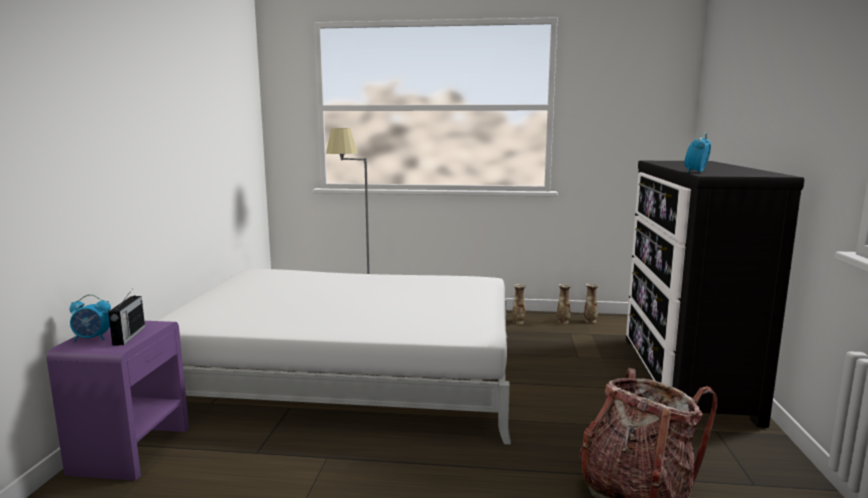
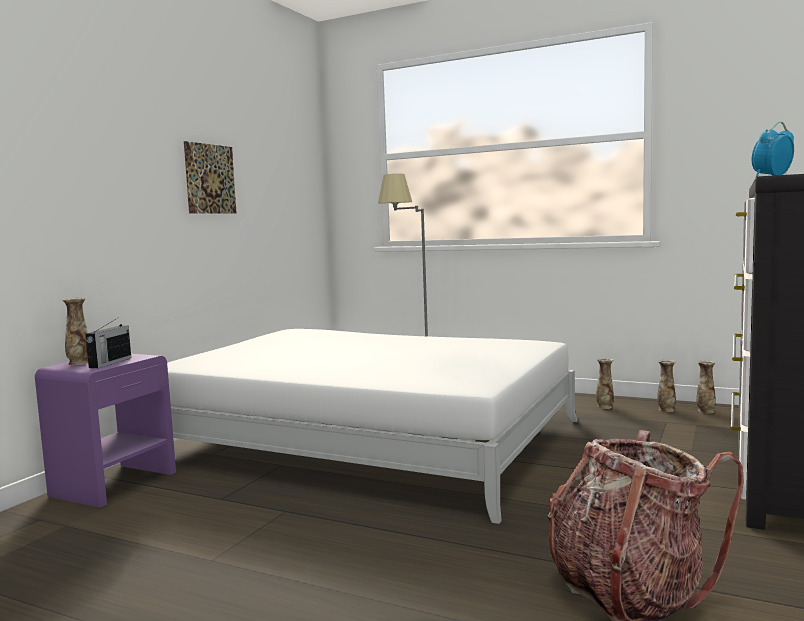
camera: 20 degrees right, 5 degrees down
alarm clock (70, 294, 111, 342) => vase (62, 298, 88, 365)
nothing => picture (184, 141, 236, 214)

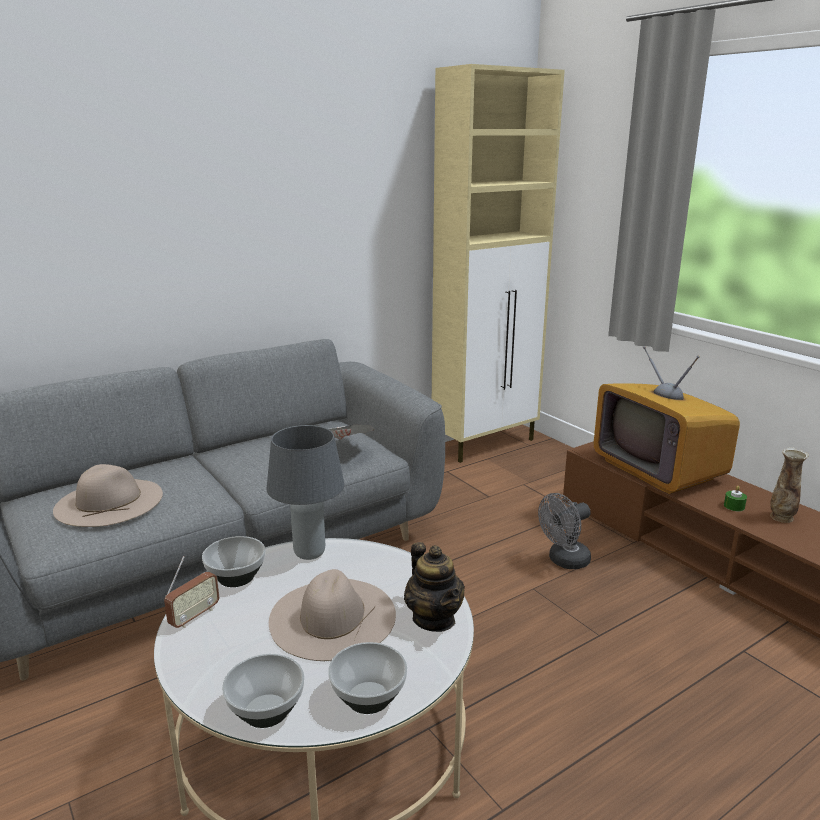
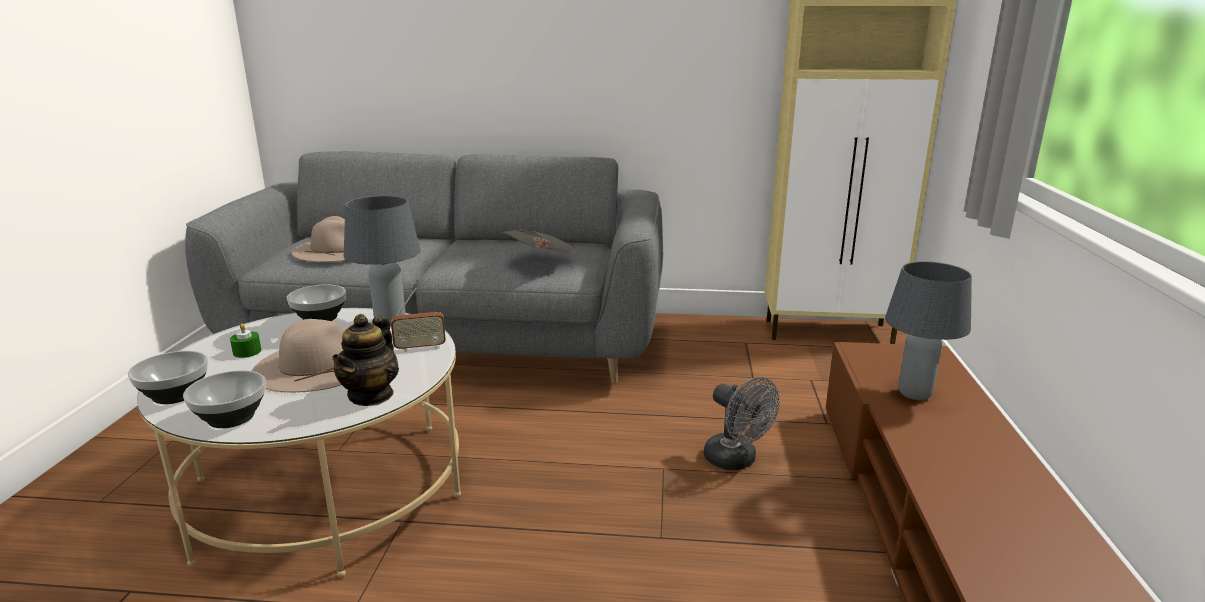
camera: 40 degrees right, 0 degrees up
television (594, 346, 740, 494) => grey table lamp (885, 261, 972, 400)
vase (770, 447, 809, 523) => nothing
green candle (724, 486, 747, 511) => green candle (230, 323, 261, 358), moved
grey fan (538, 493, 591, 569) => grey fan (704, 377, 779, 470), 135 degrees counterclockwise
radio (164, 556, 220, 628) => radio (391, 288, 446, 352), moved

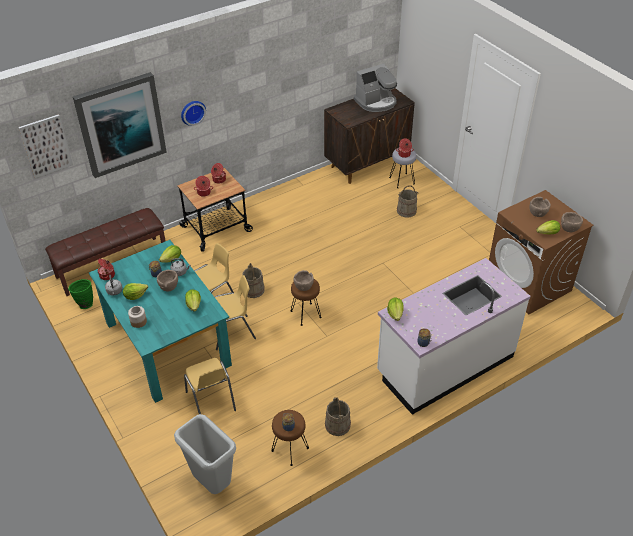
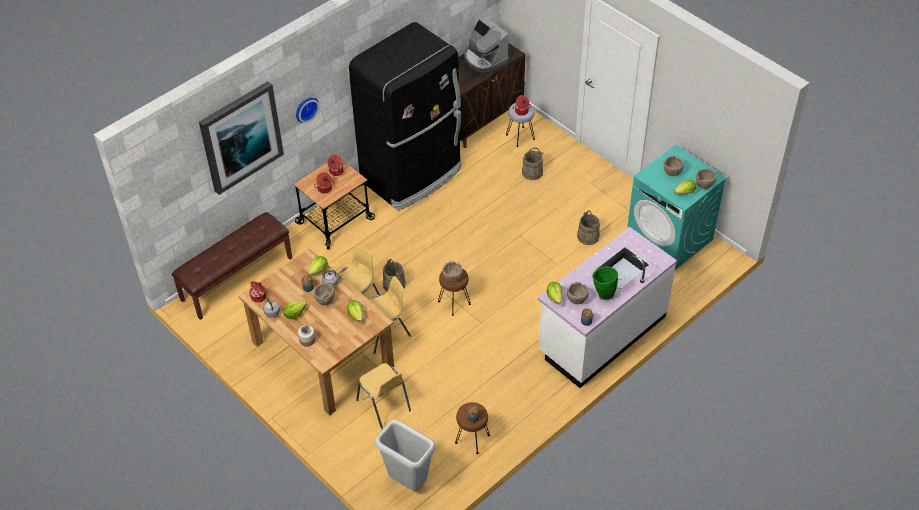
camera: 10 degrees left, 5 degrees up
coffee machine (354, 64, 397, 112) => coffee machine (464, 17, 508, 72), 90 degrees clockwise
picture (19, 114, 73, 178) => nothing
brown washing machine (489, 190, 593, 315) => turquoise washing machine (627, 144, 727, 270)
turquoise dining table (89, 240, 232, 403) => brown dining table (238, 249, 394, 416)
green vase (68, 279, 93, 309) => green vase (592, 267, 618, 300), moved
beige bucket (325, 397, 351, 436) => beige bucket (577, 210, 600, 245), moved
nothing => black fridge (349, 22, 462, 211)
nothing => brown bowl (567, 282, 589, 304)

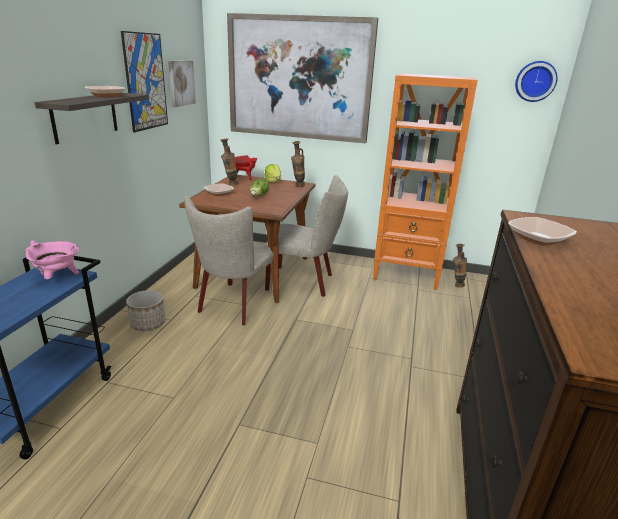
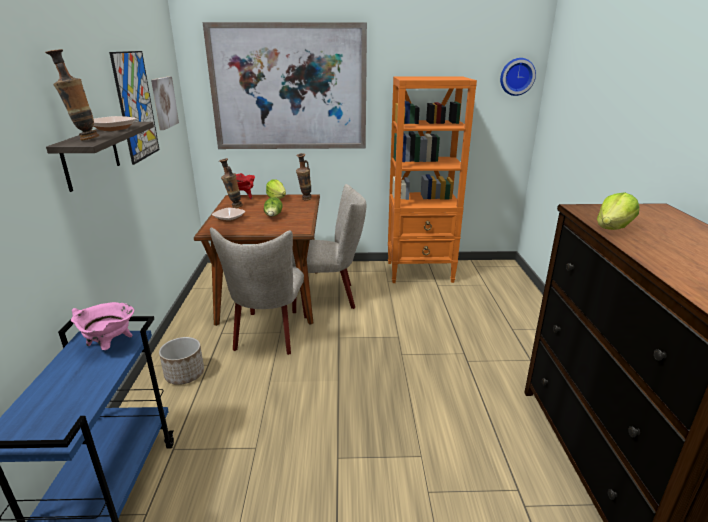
camera: 15 degrees left, 0 degrees up
bowl (508, 217, 577, 246) => lettuce (597, 193, 639, 230)
vase (453, 244, 467, 288) => vase (45, 49, 99, 140), moved

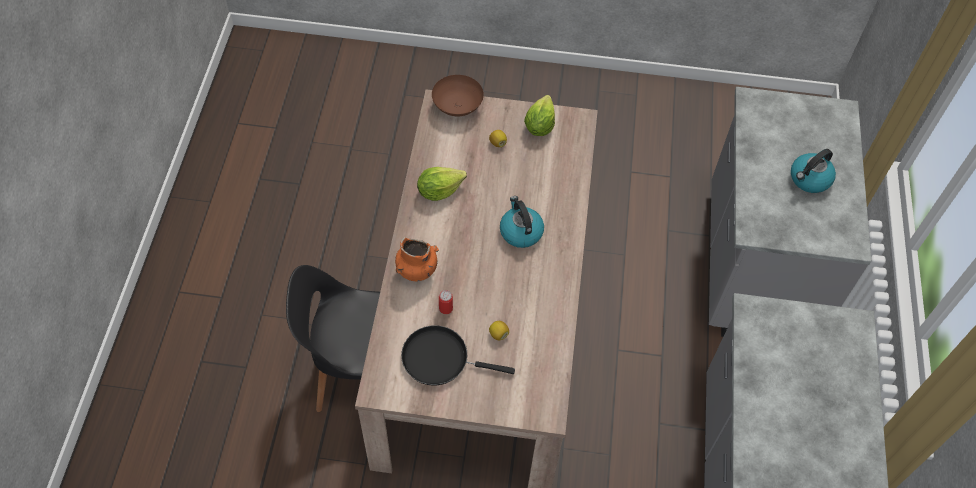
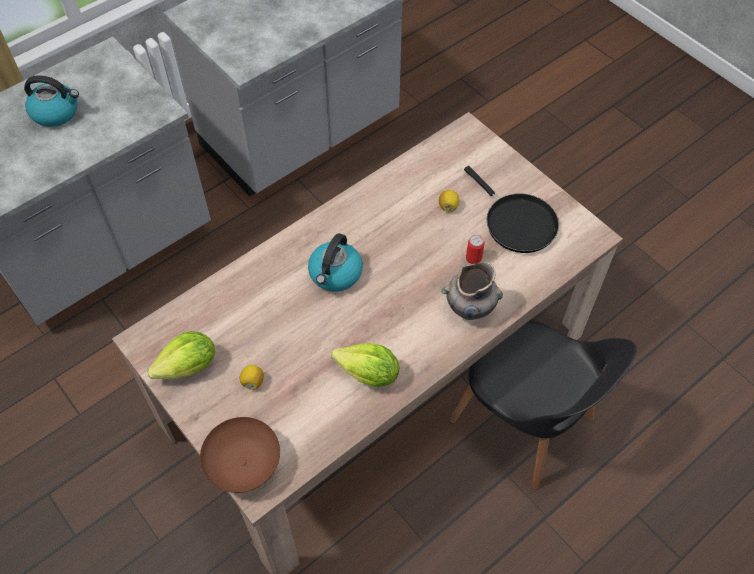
camera: 135 degrees left, 0 degrees up
orange vase (395, 237, 439, 281) => grey vase (441, 262, 503, 320)

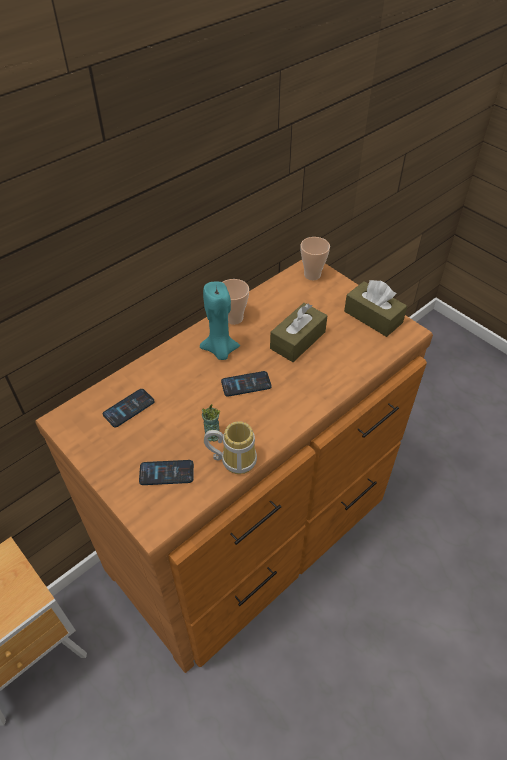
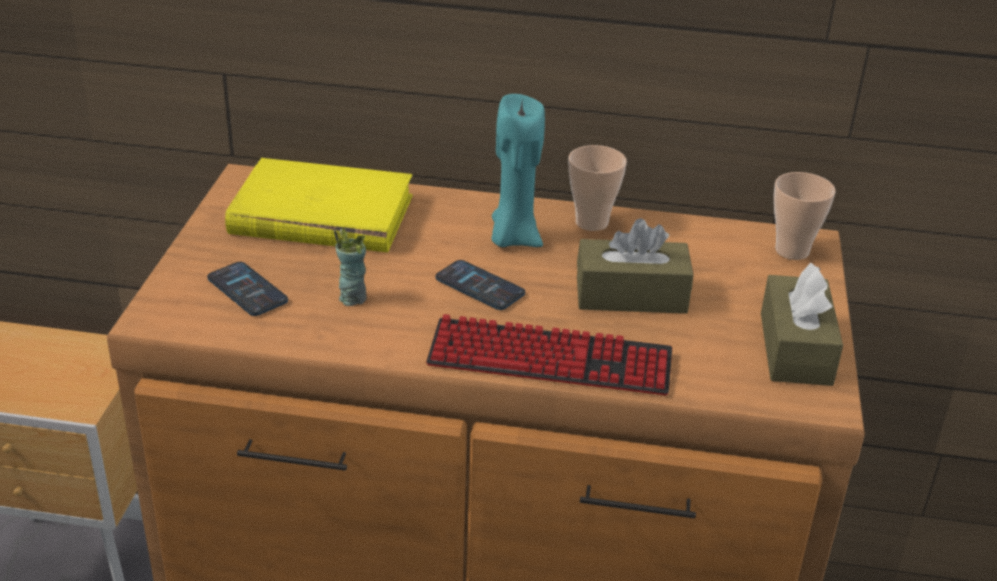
camera: 50 degrees right, 15 degrees down
phone (103, 389, 155, 427) => yellow book (225, 158, 412, 253)
mug (204, 421, 257, 474) => nothing
nothing => keyboard (426, 314, 672, 395)

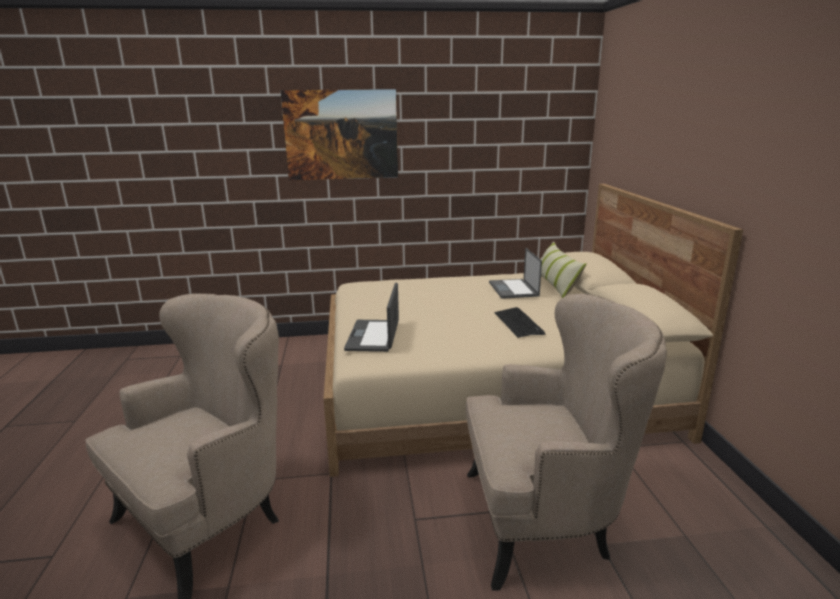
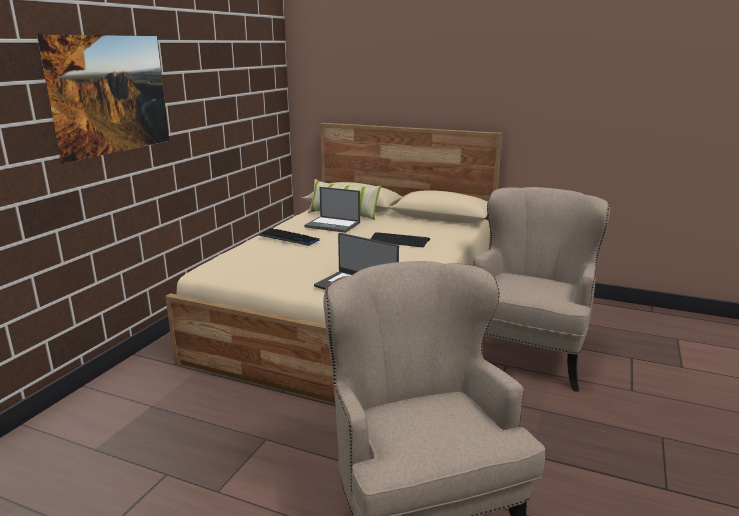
camera: 60 degrees left, 0 degrees up
nothing => keyboard (259, 228, 319, 246)

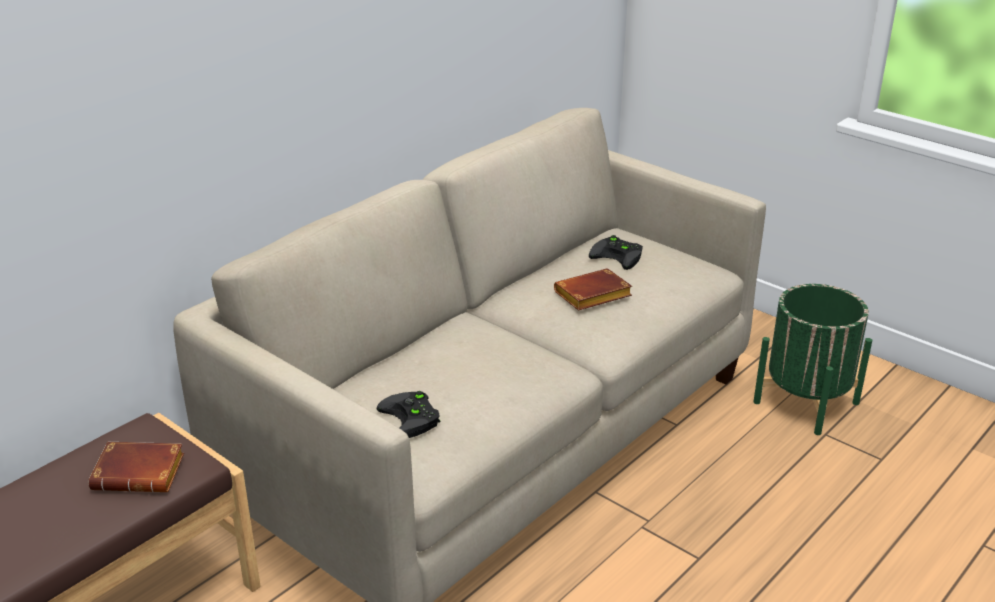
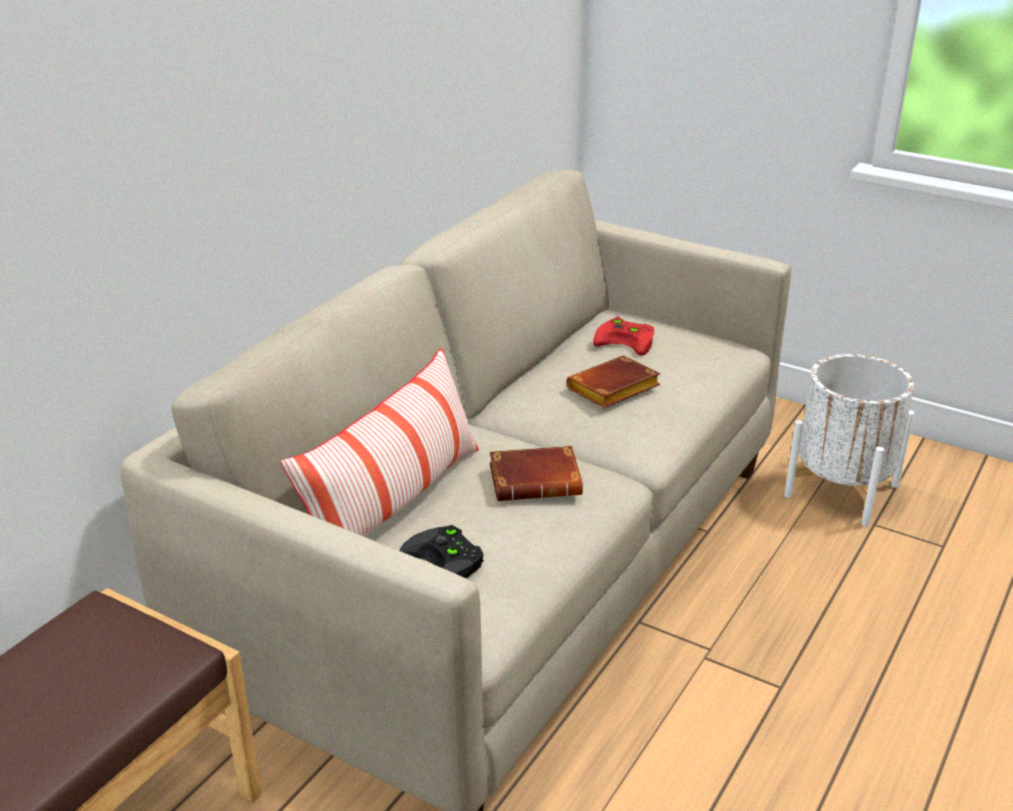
camera: 10 degrees left, 0 degrees up
black game controller (589, 235, 643, 270) => red game controller (593, 317, 654, 356)
green planter (753, 284, 872, 435) => white planter (784, 354, 914, 527)
brown book (89, 442, 184, 493) => brown book (490, 446, 583, 501), moved
nothing => pillow (281, 348, 479, 537)

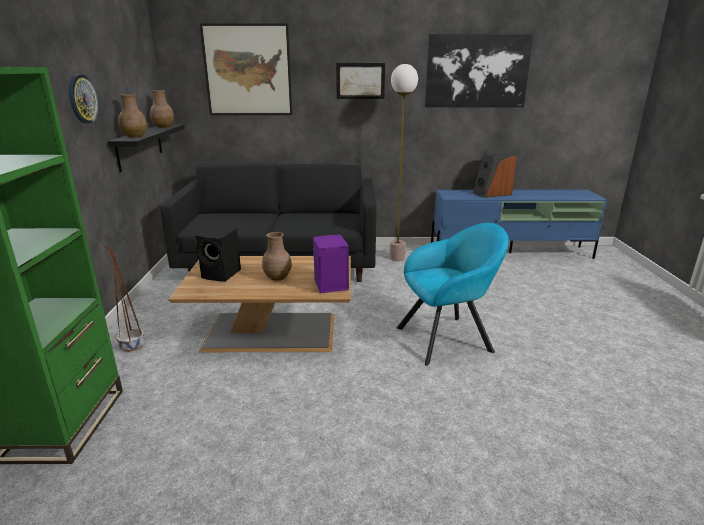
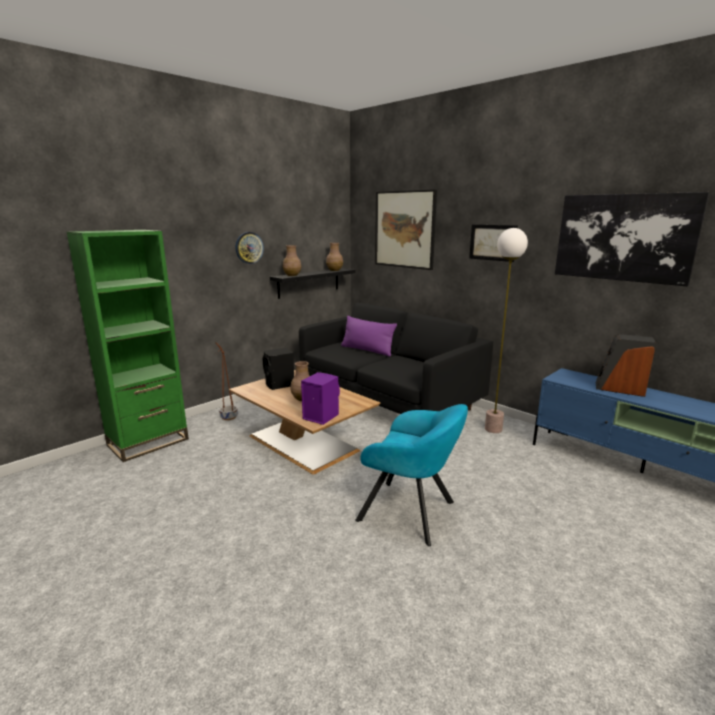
camera: 45 degrees right, 5 degrees down
nothing => purple pillow (341, 316, 397, 357)

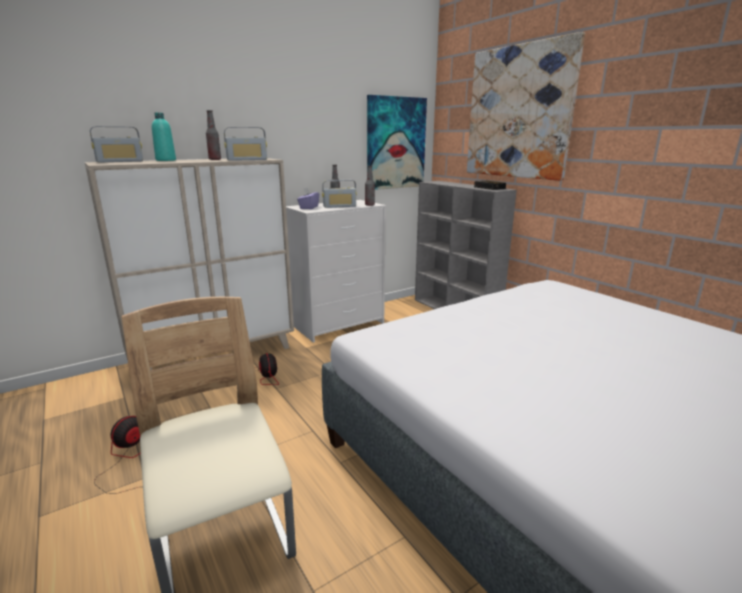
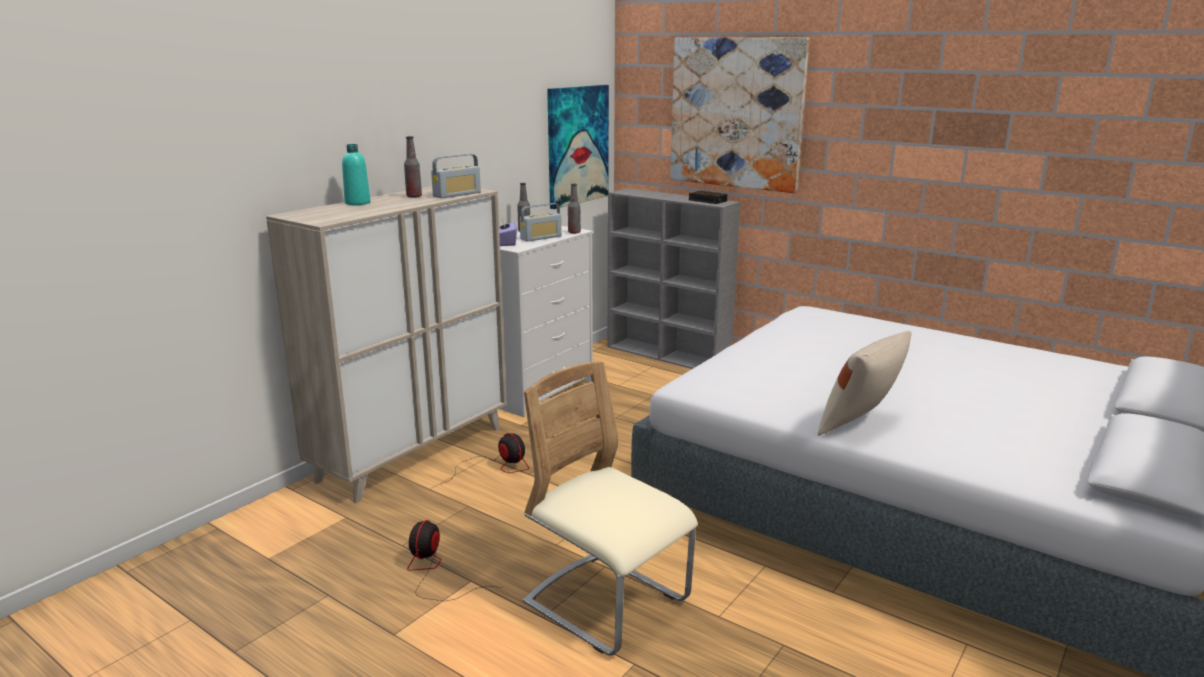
camera: 20 degrees left, 0 degrees up
radio (90, 126, 143, 163) => nothing
nothing => beige pillow (818, 331, 911, 436)

